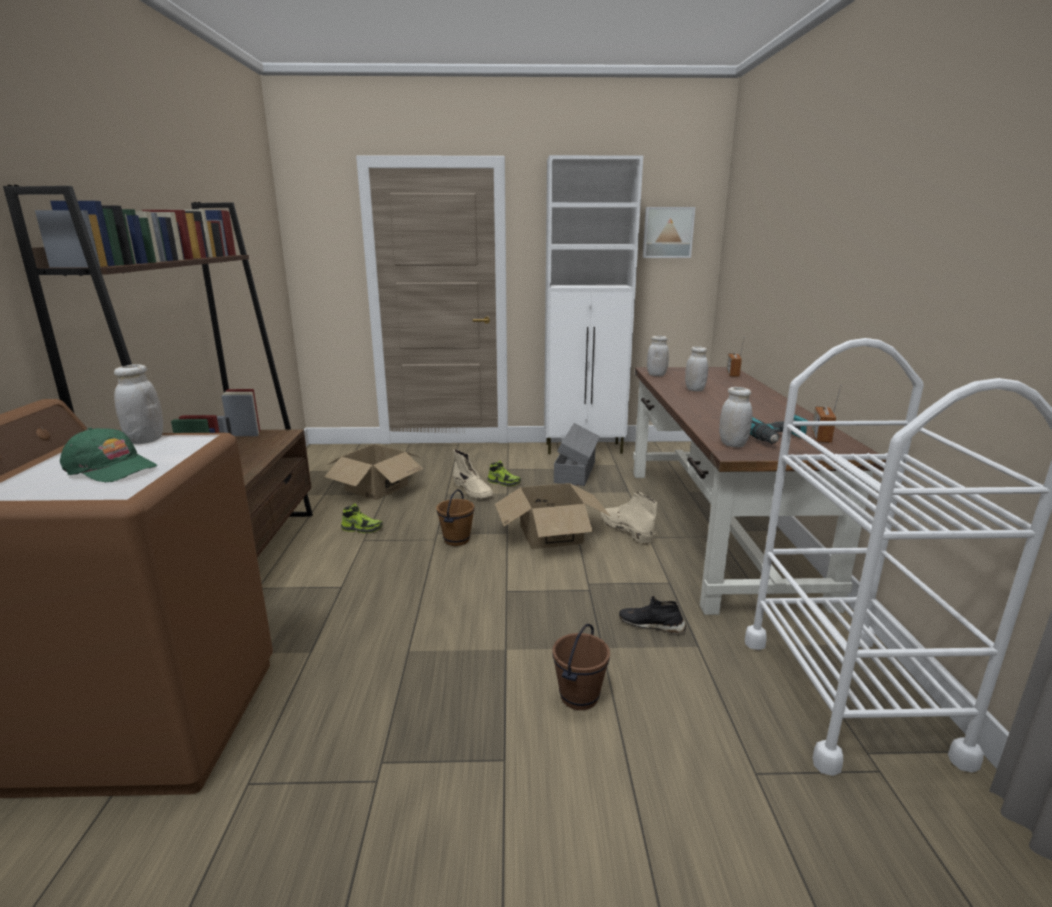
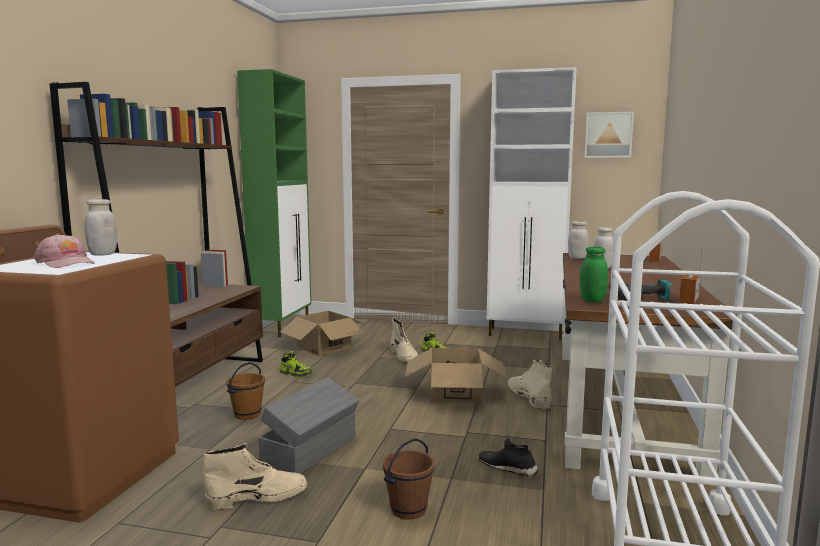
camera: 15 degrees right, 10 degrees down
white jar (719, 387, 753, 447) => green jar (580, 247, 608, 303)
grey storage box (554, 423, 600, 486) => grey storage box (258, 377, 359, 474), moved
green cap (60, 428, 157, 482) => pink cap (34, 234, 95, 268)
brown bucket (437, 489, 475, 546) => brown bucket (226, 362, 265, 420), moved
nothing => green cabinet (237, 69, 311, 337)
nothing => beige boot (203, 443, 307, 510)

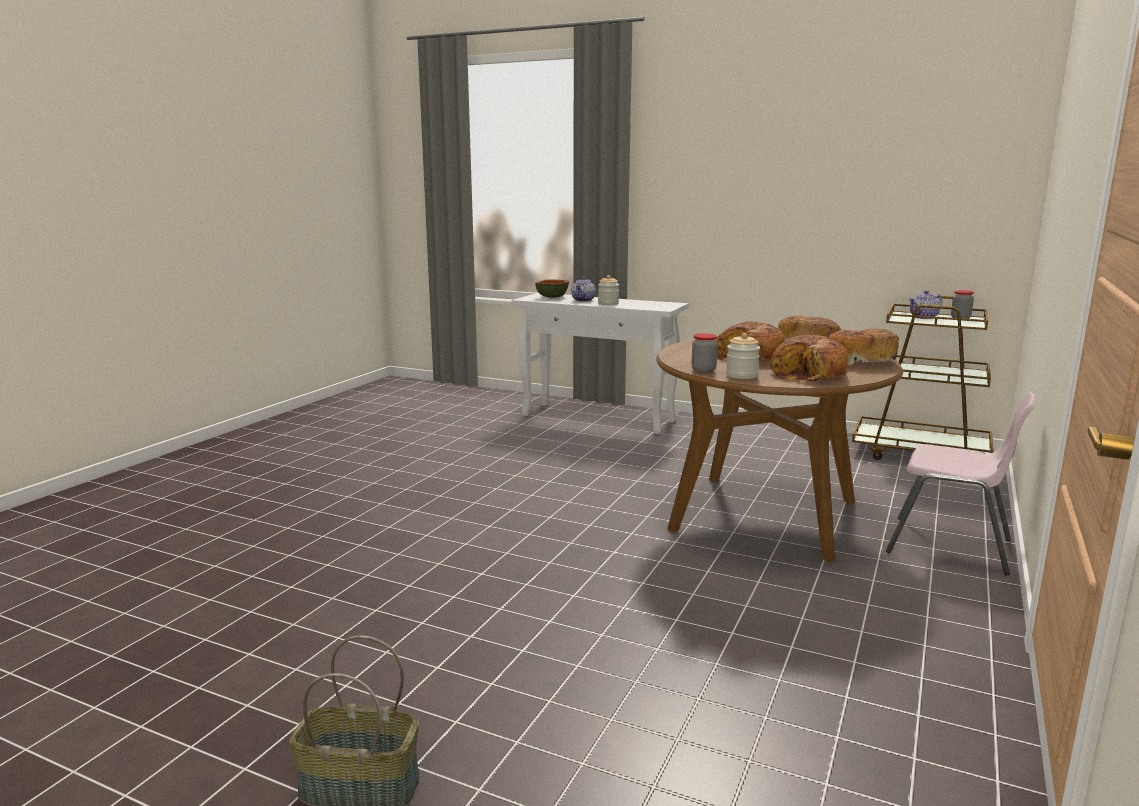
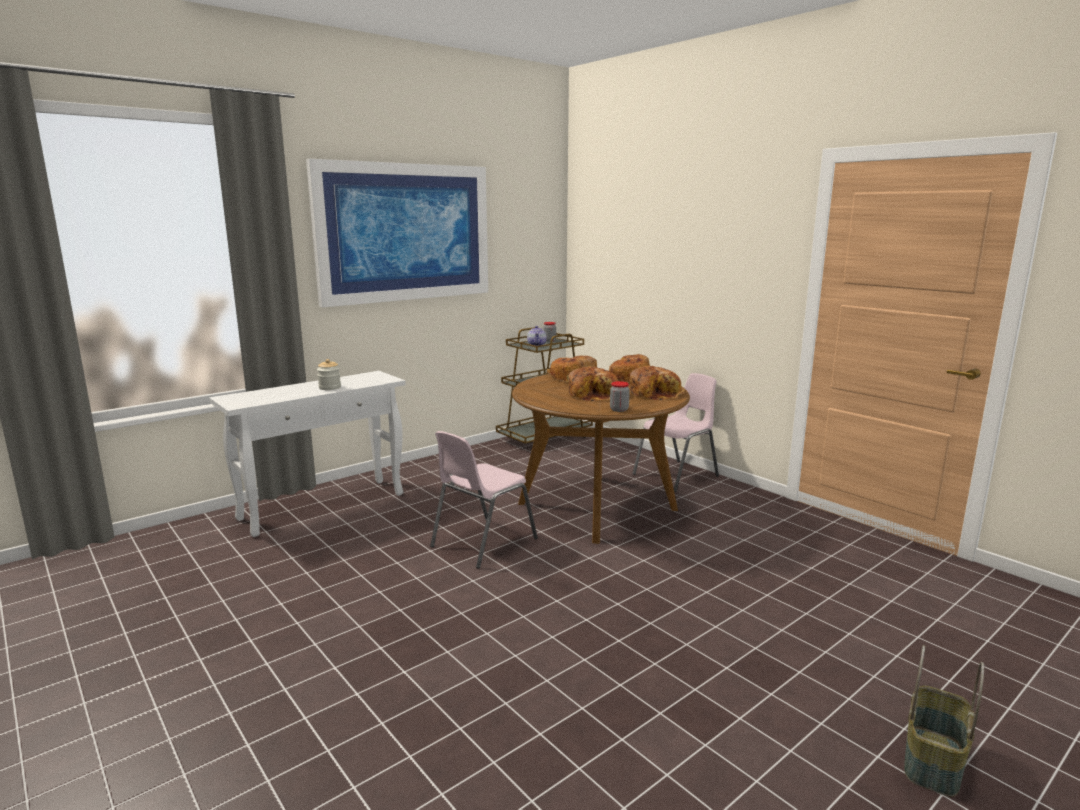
camera: 65 degrees left, 0 degrees up
teapot (571, 277, 596, 302) => nothing
bowl (535, 280, 569, 298) => nothing
jar (726, 333, 760, 379) => nothing
nothing => picture (306, 159, 488, 308)
nothing => pink chair (430, 431, 538, 569)

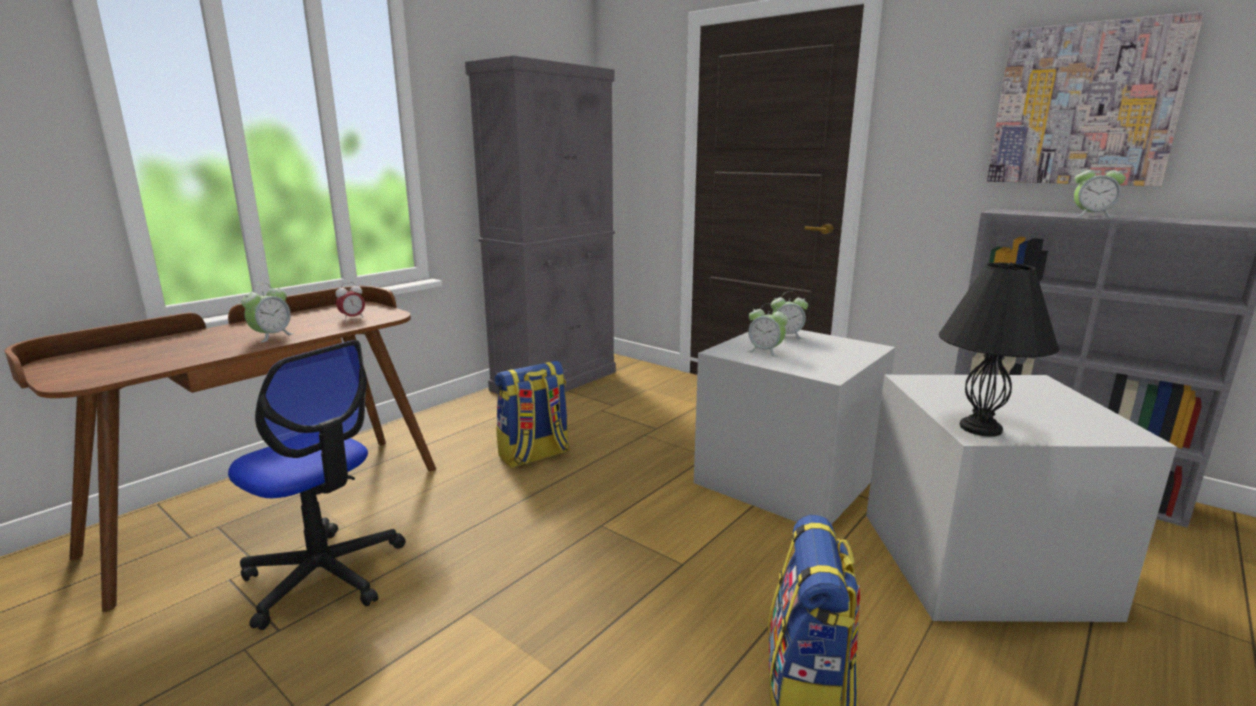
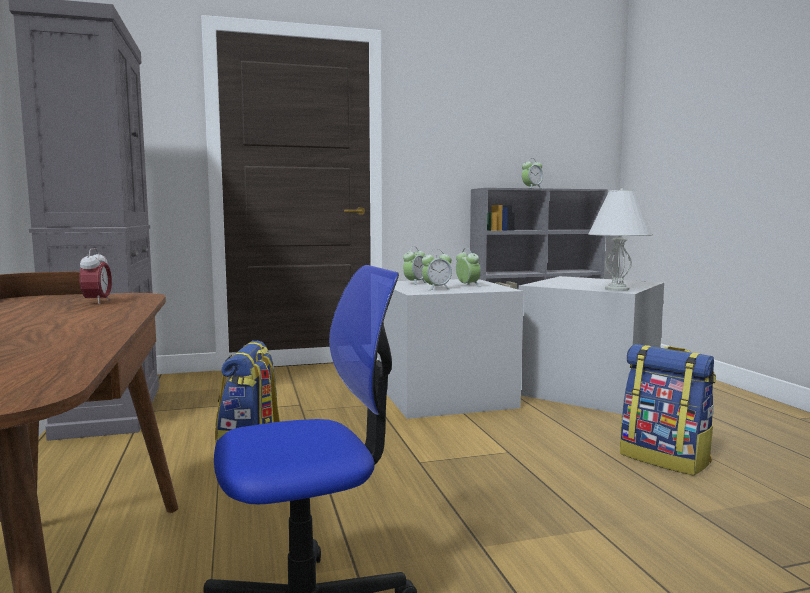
camera: 55 degrees left, 10 degrees down
picture (987, 11, 1204, 186) => nothing
black table lamp (939, 262, 1060, 436) => white table lamp (588, 188, 653, 291)
alarm clock (241, 283, 295, 343) => alarm clock (456, 248, 481, 287), moved

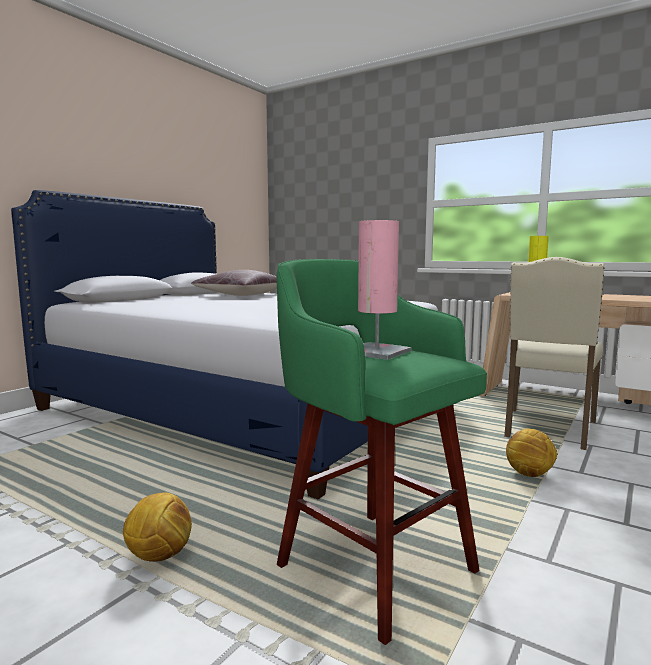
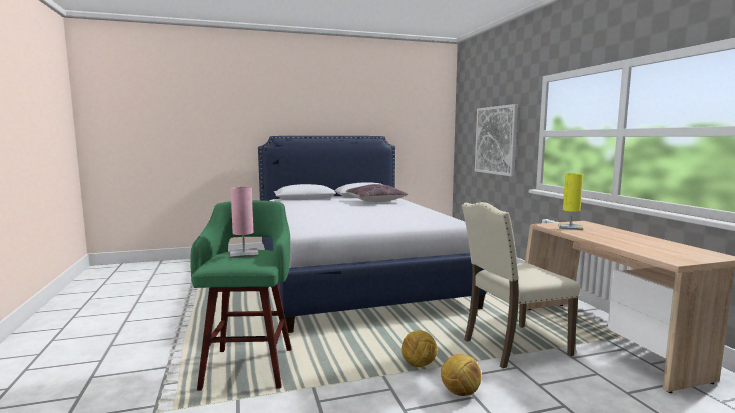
camera: 40 degrees right, 0 degrees up
football (123, 492, 192, 562) => football (441, 354, 481, 396), moved
nothing => picture (475, 104, 518, 176)

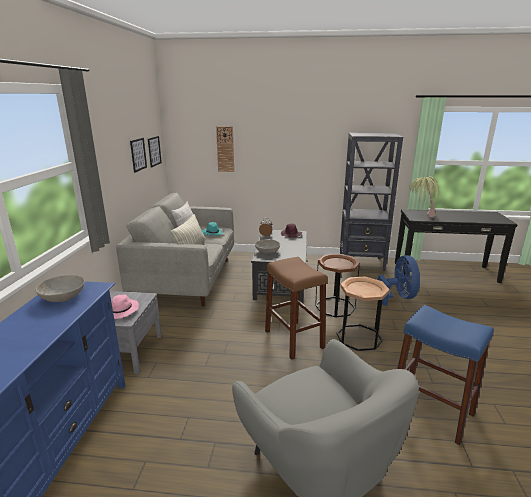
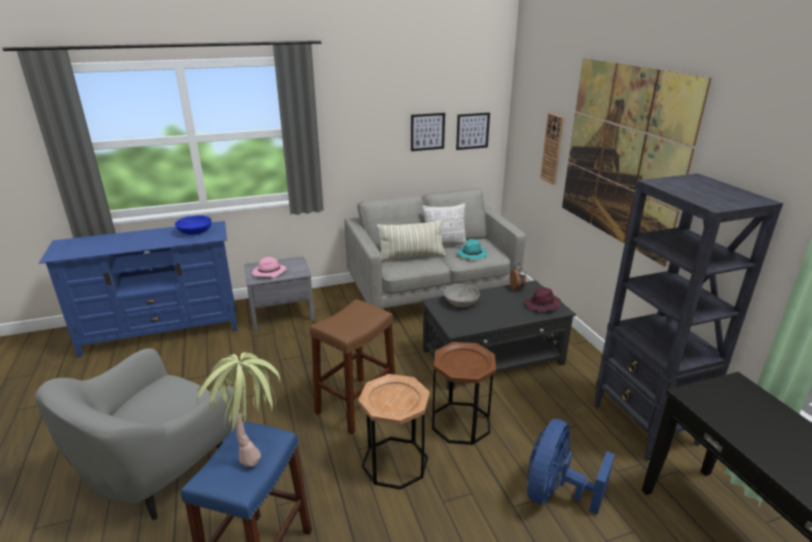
camera: 65 degrees right, 5 degrees up
potted plant (409, 177, 439, 218) => potted plant (197, 352, 280, 467), moved
blue fan (378, 255, 420, 306) => blue fan (527, 419, 615, 515), 150 degrees clockwise
grey bowl (35, 275, 85, 302) => blue bowl (175, 215, 212, 235)
nothing => picture (562, 58, 712, 266)

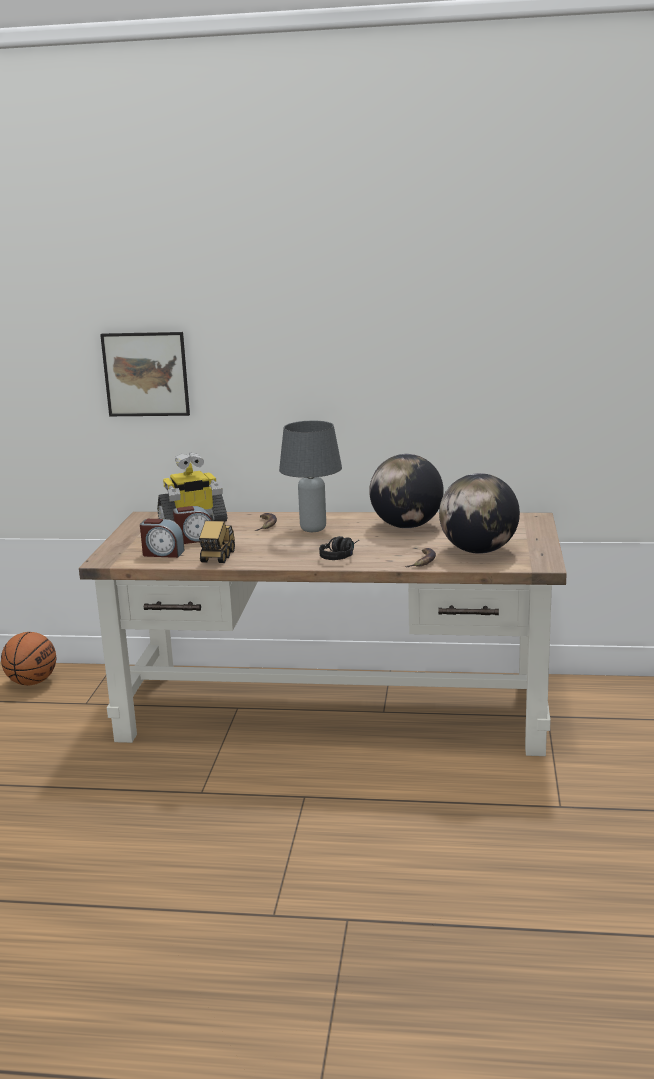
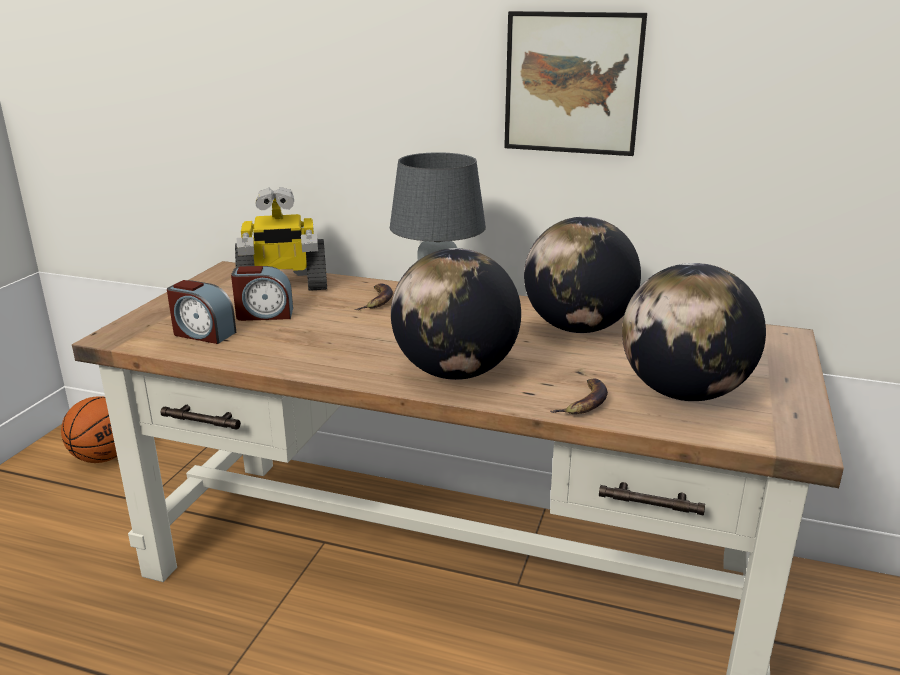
camera: 10 degrees right, 5 degrees up
picture (100, 332, 190, 416) => picture (504, 11, 647, 156), moved
toy truck (199, 520, 235, 563) => nothing
black headphones (319, 536, 359, 560) => globe (391, 248, 521, 380)

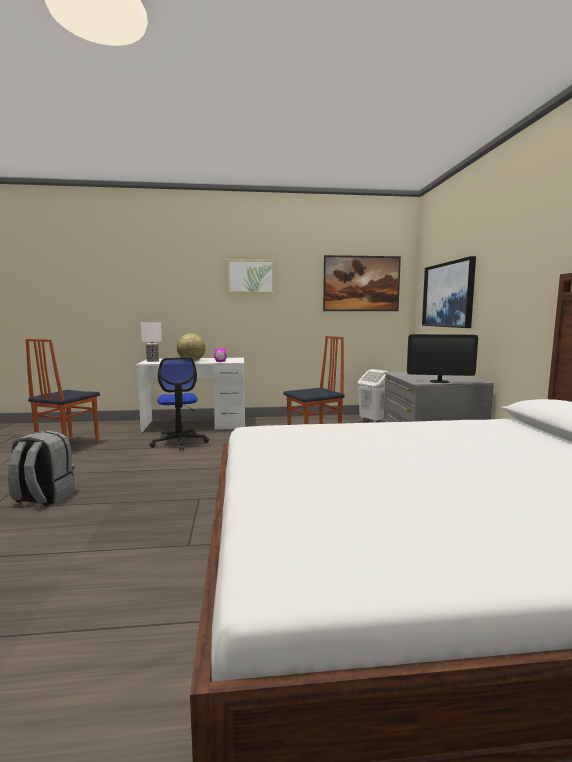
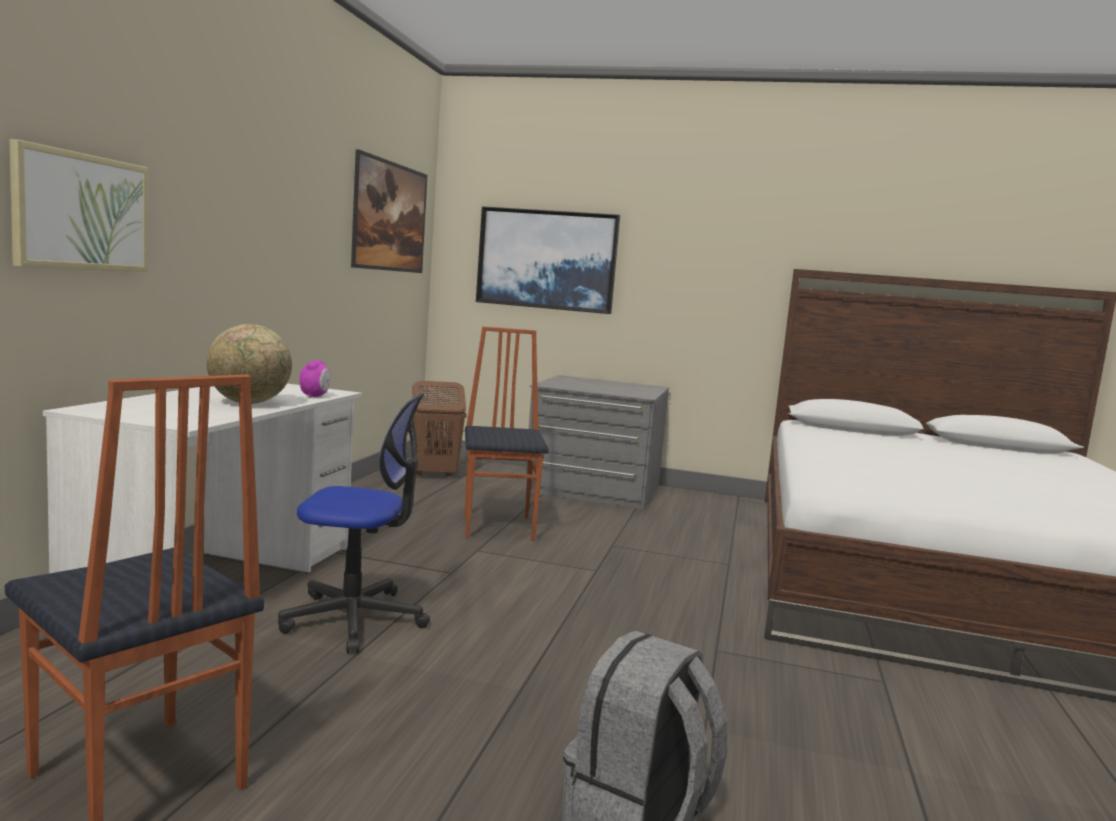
camera: 70 degrees left, 0 degrees up
picture (227, 259, 274, 294) => picture (10, 139, 148, 272), moved
table lamp (141, 322, 162, 362) => nothing
monitor (407, 334, 478, 383) => nothing
white laundry basket (358, 369, 388, 423) => brown laundry basket (412, 381, 467, 478)

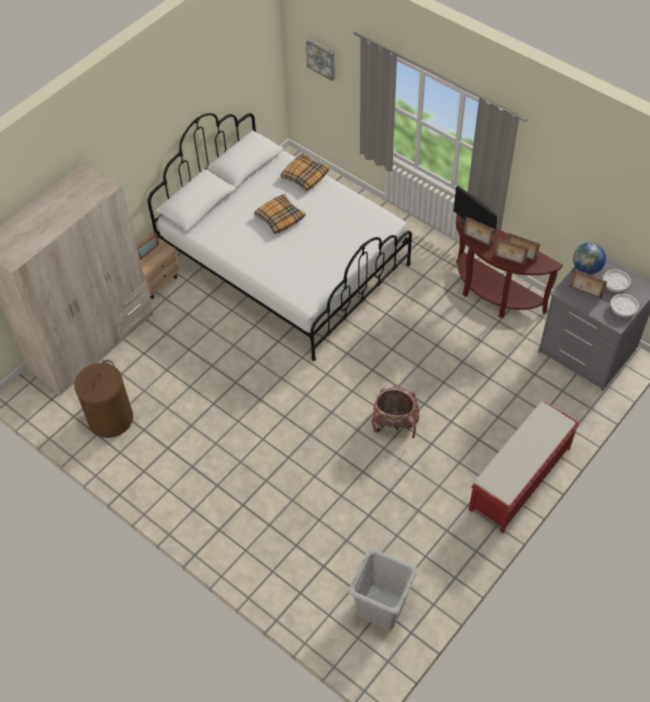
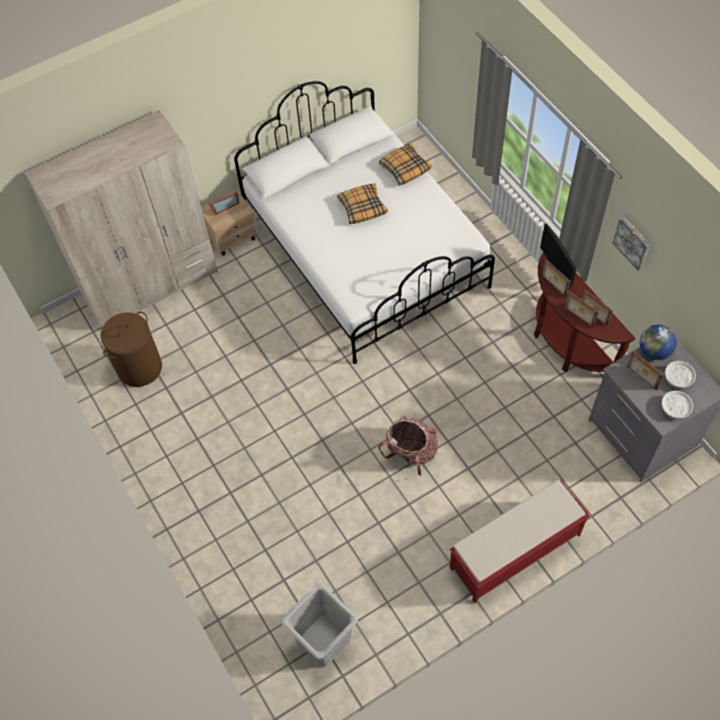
camera: 20 degrees right, 5 degrees up
picture (306, 39, 335, 81) => picture (612, 216, 650, 271), moved

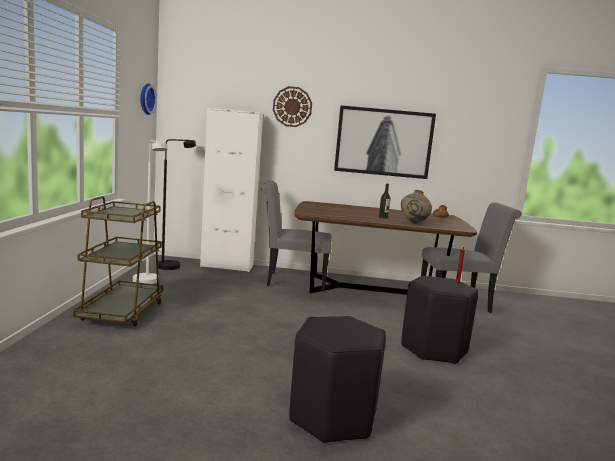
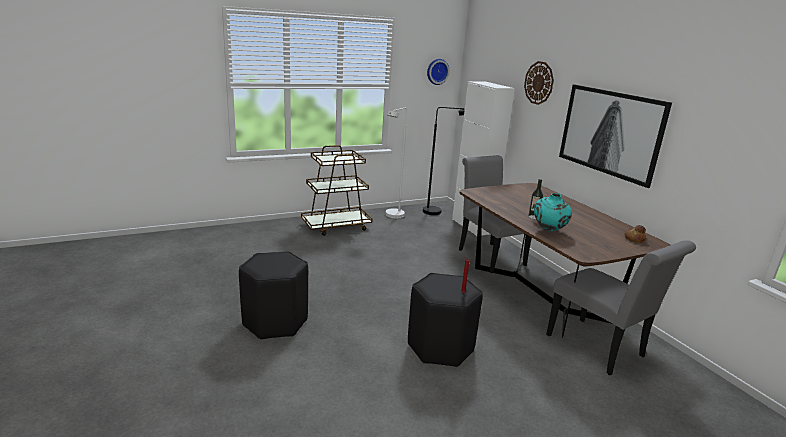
camera: 60 degrees right, 10 degrees up
beige vase (401, 190, 432, 223) => turquoise vase (534, 193, 572, 231)

